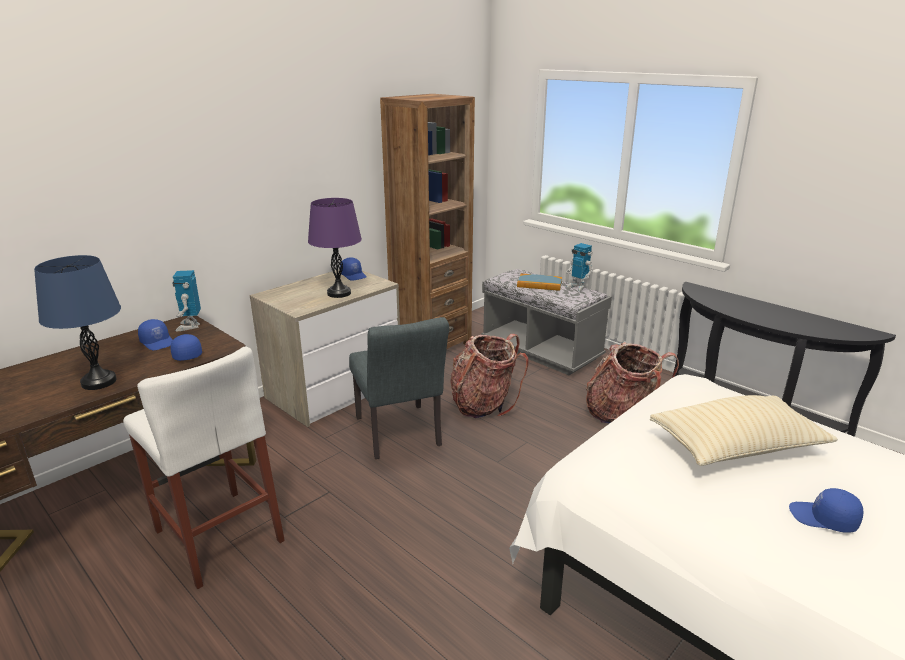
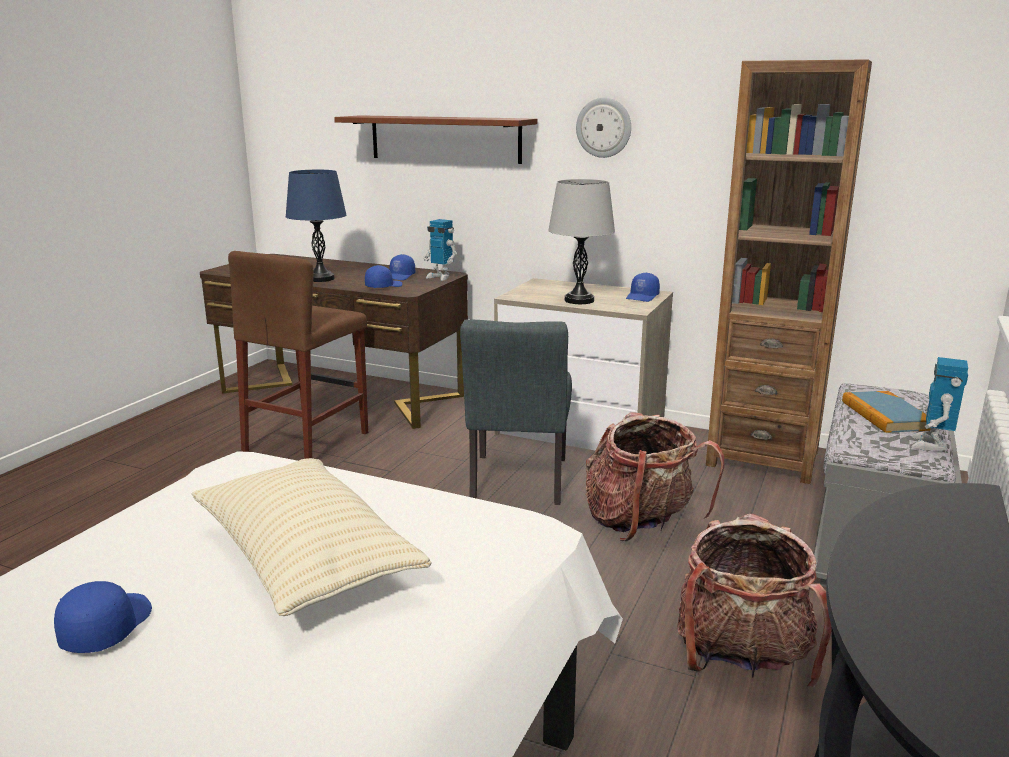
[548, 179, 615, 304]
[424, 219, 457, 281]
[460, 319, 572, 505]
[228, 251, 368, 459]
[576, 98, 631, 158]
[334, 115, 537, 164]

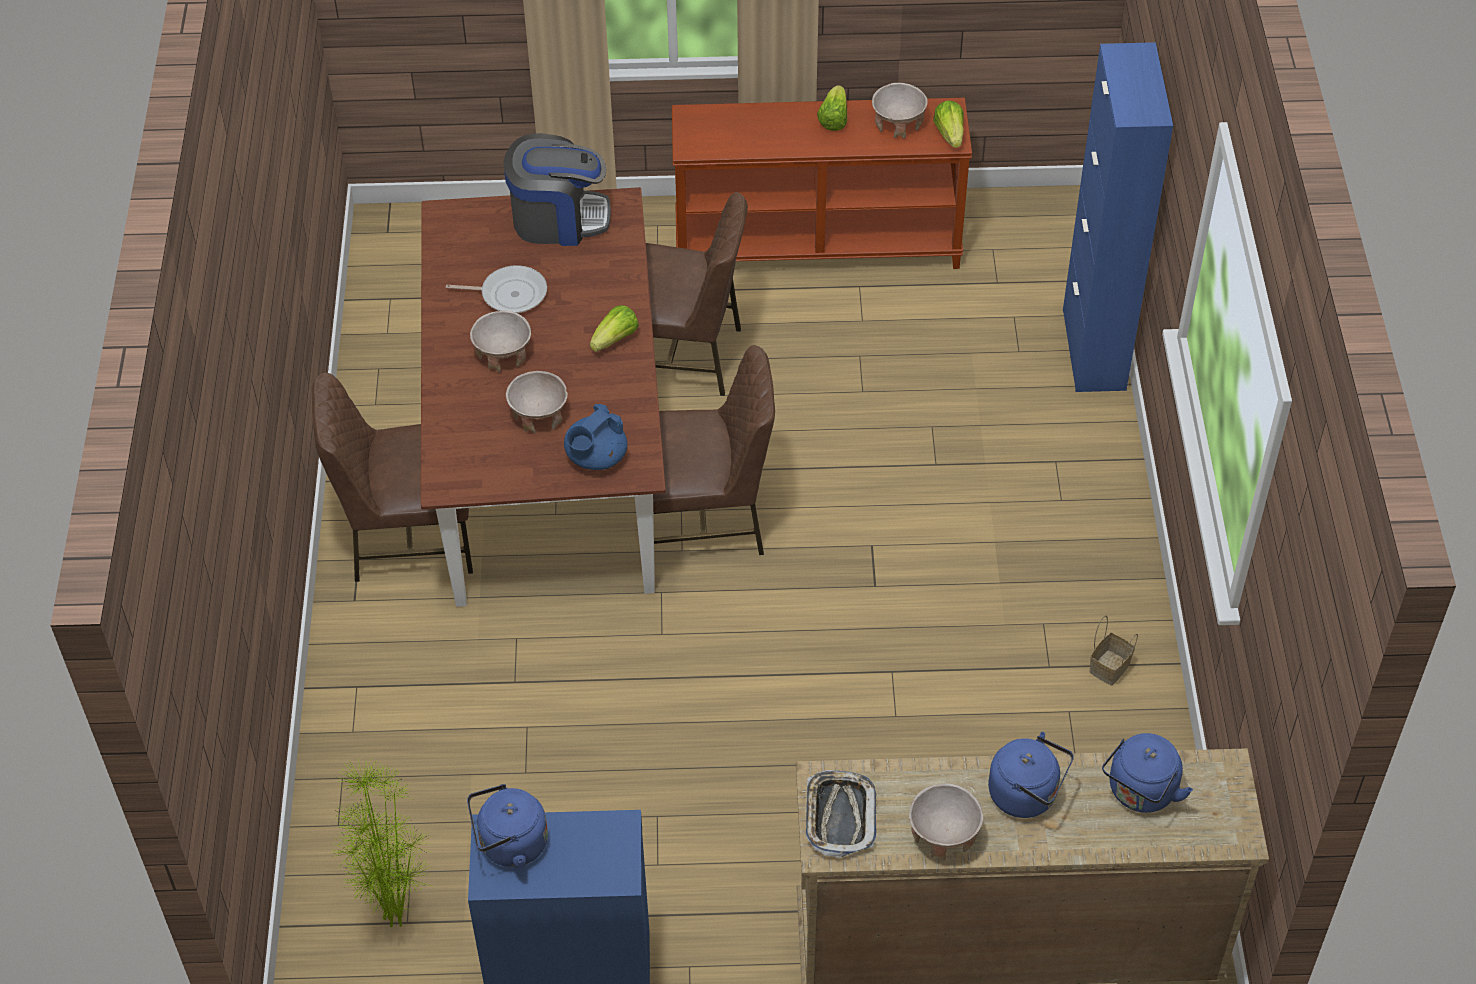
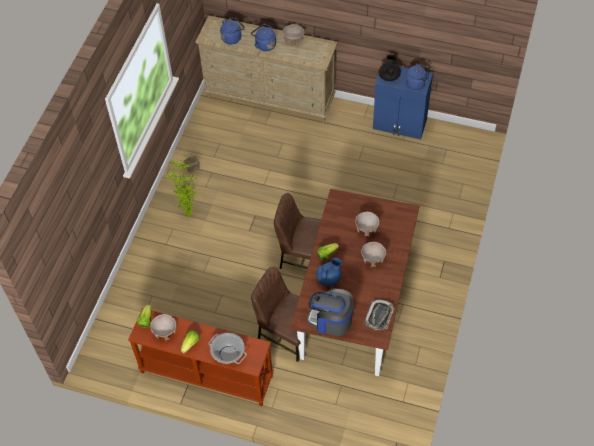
[1063, 42, 1173, 392] (first image)
[446, 265, 547, 313] (first image)
[312, 373, 473, 582] (first image)
[316, 258, 342, 286]
[167, 159, 199, 216]
[365, 299, 395, 330]
[379, 55, 401, 81]
[208, 333, 247, 364]

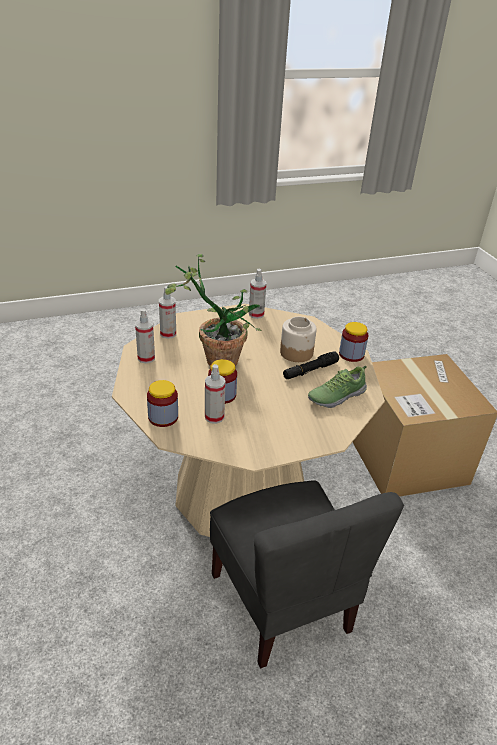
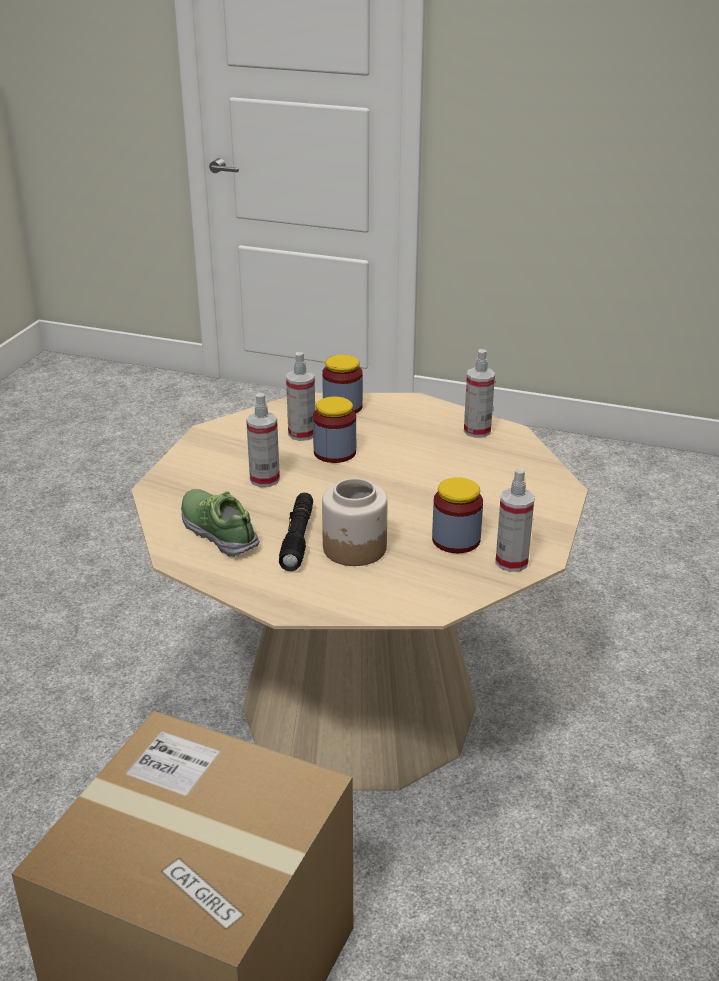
[165, 254, 261, 366] (first image)
[246, 393, 280, 487]
[432, 477, 483, 553]
[181, 489, 260, 557]
[210, 480, 404, 669] (first image)

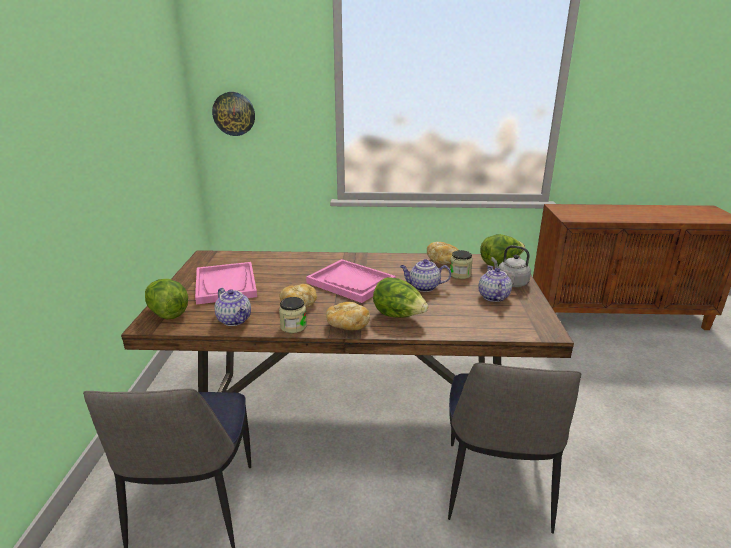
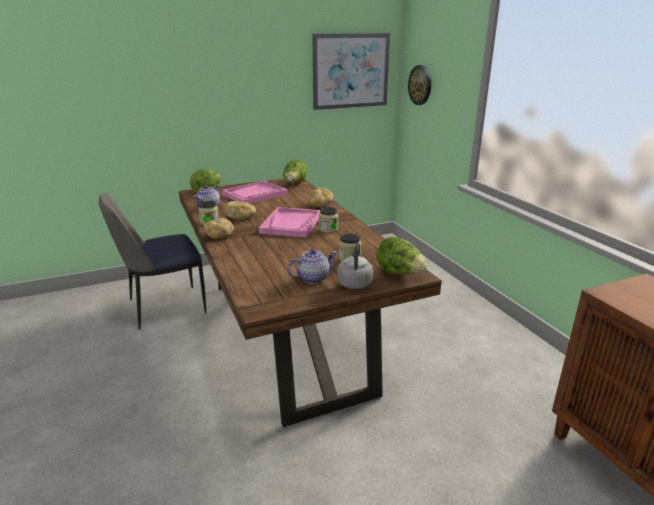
[308, 187, 334, 207]
[400, 259, 451, 292] (first image)
[283, 160, 307, 184]
[448, 363, 581, 534] (first image)
[312, 33, 390, 110]
[319, 207, 338, 233]

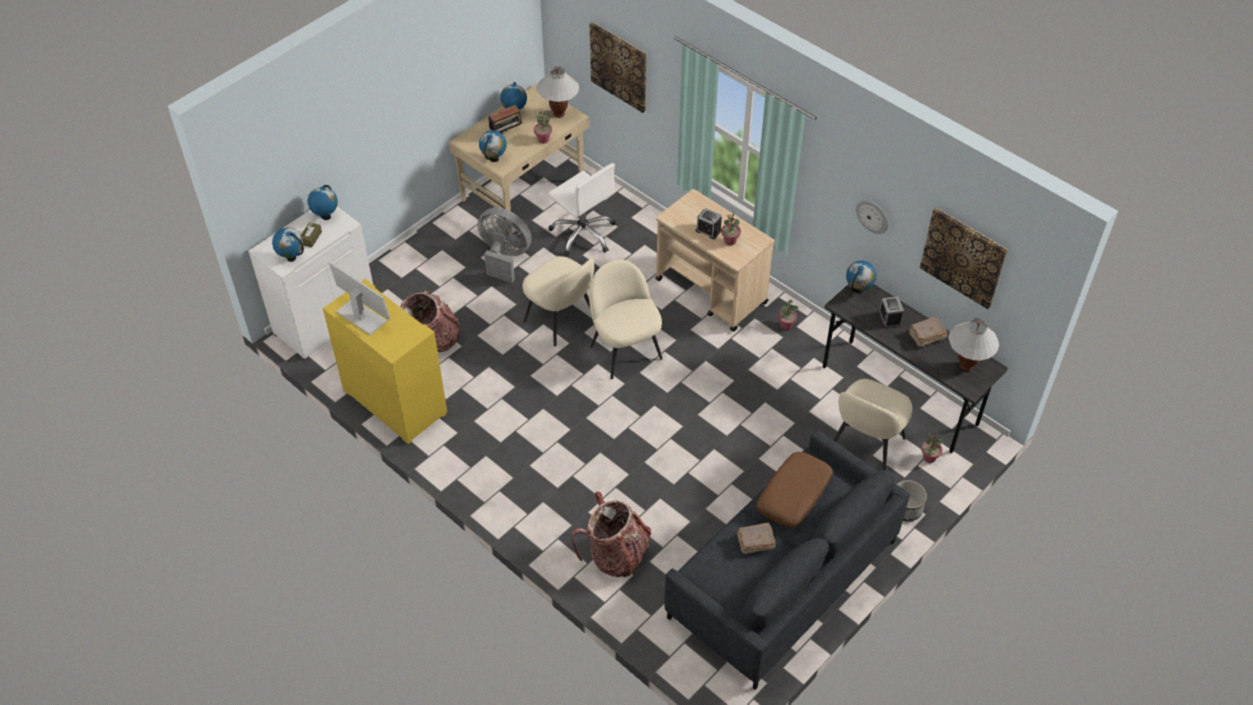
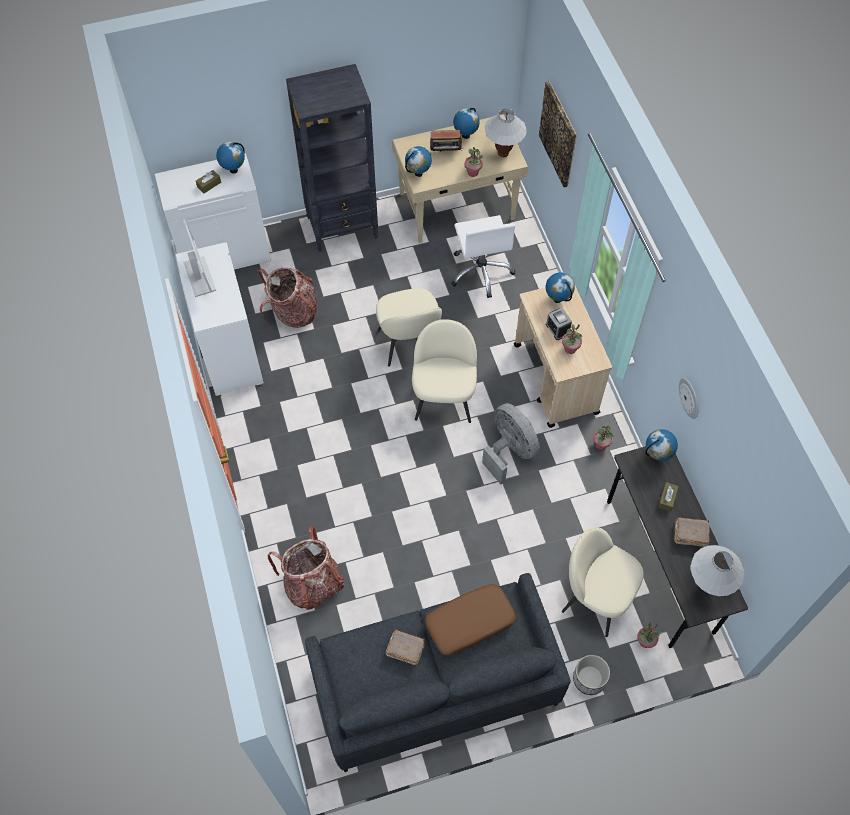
[482, 403, 540, 485]
[920, 208, 1008, 309] (first image)
[546, 272, 575, 303]
[176, 242, 264, 397]
[658, 482, 679, 512]
[562, 527, 644, 637]
[286, 64, 378, 252]

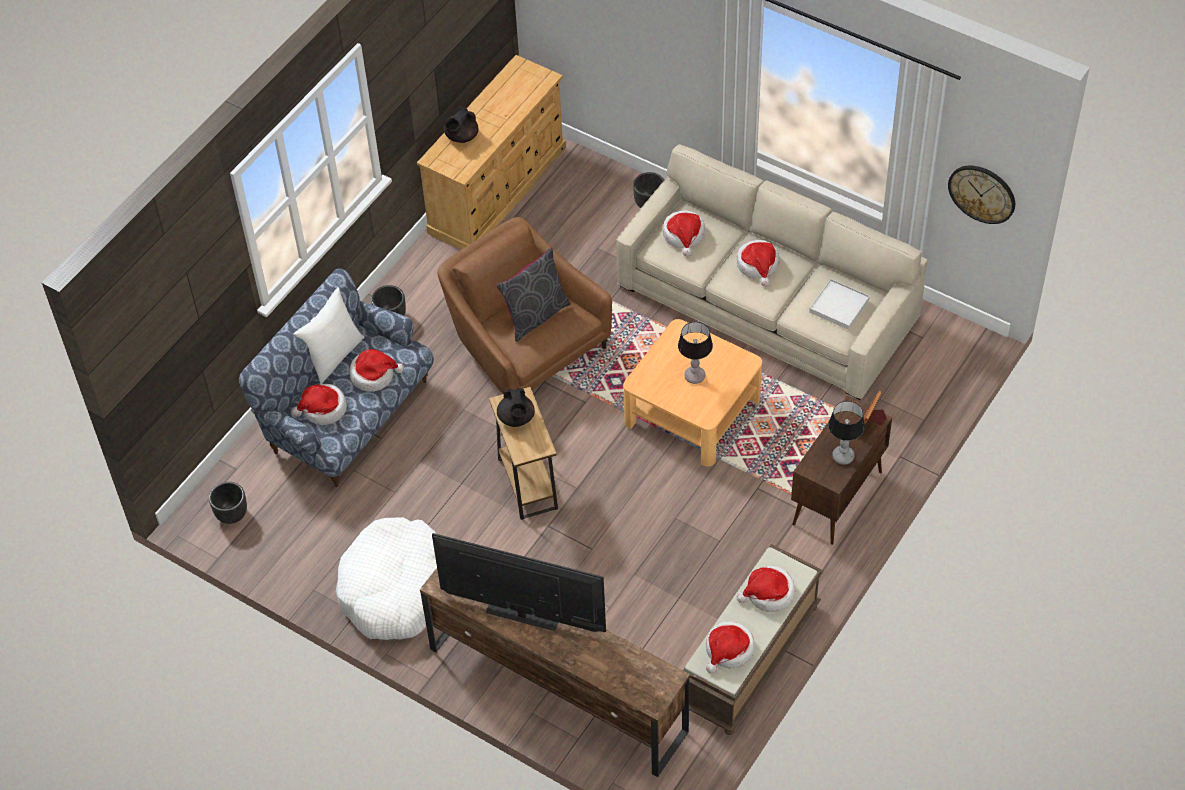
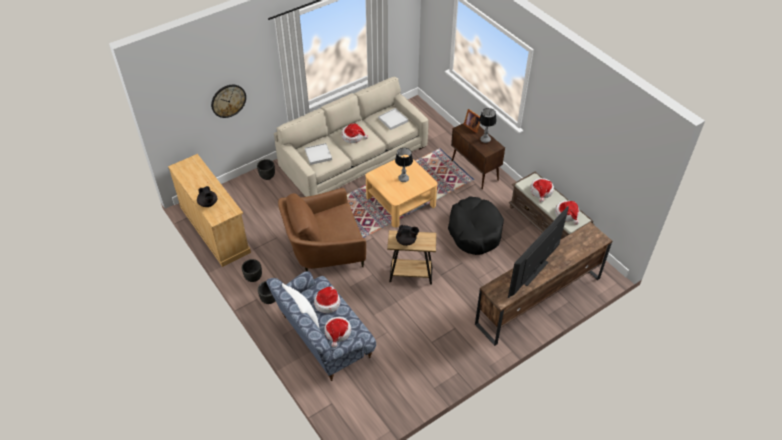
[211, 85, 246, 118]
[305, 143, 332, 165]
[496, 247, 570, 342] (first image)
[242, 259, 262, 282]
[336, 517, 437, 640] (first image)
[448, 196, 504, 255]

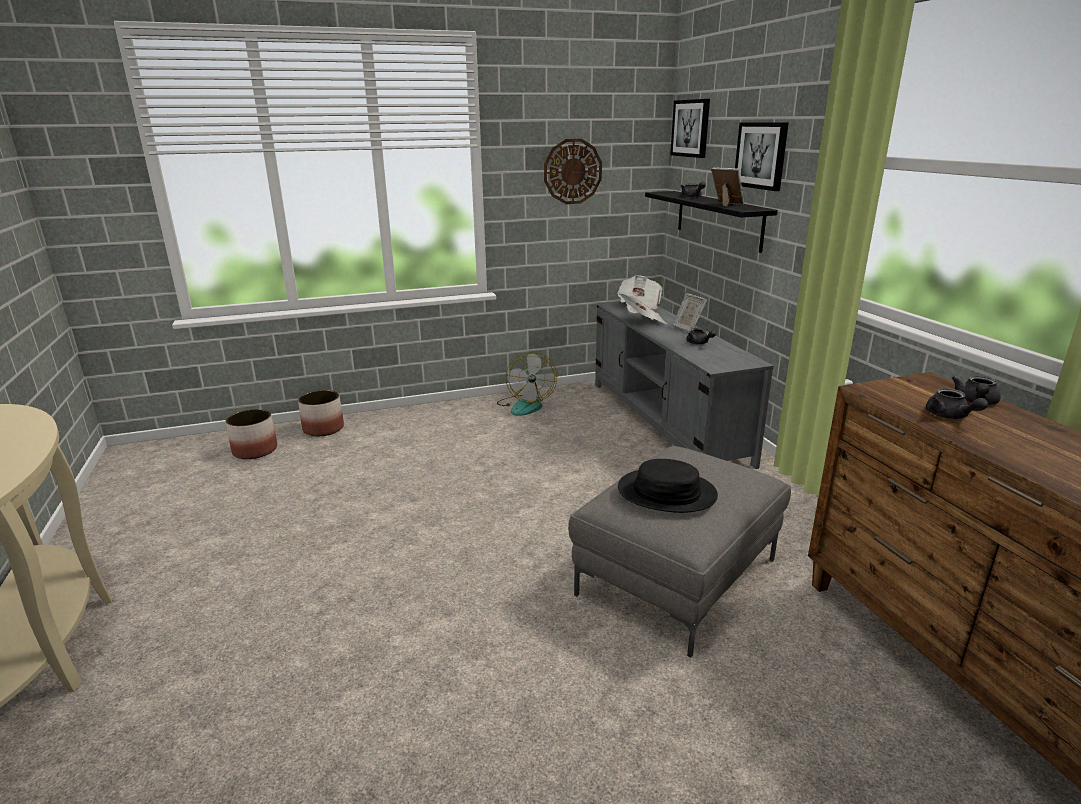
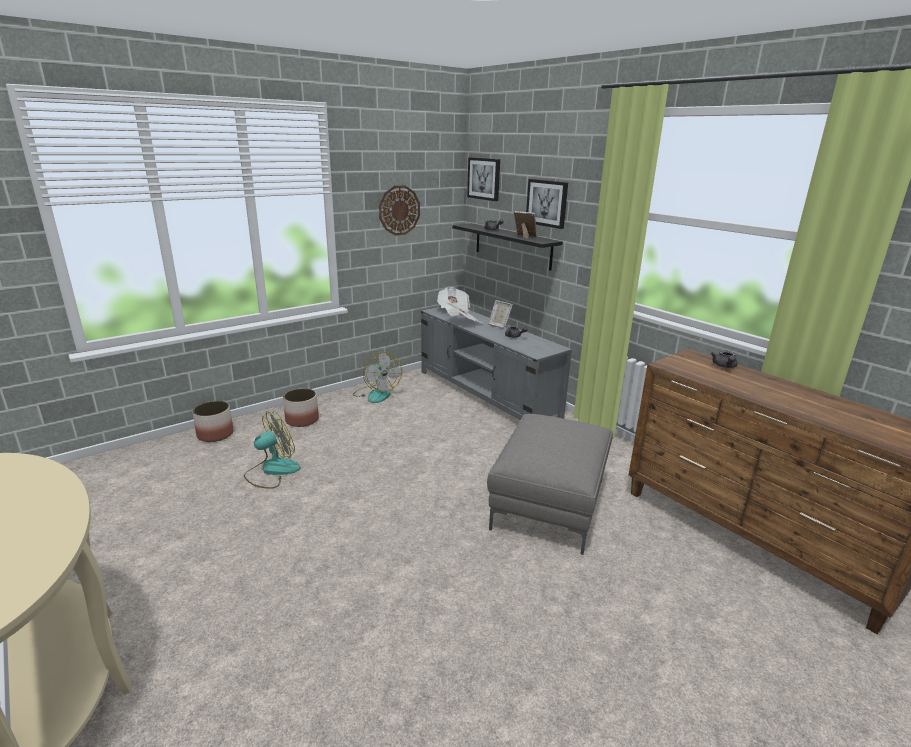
[926, 388, 988, 419] (first image)
[283, 388, 319, 427]
[618, 459, 718, 513] (first image)
[244, 411, 301, 489]

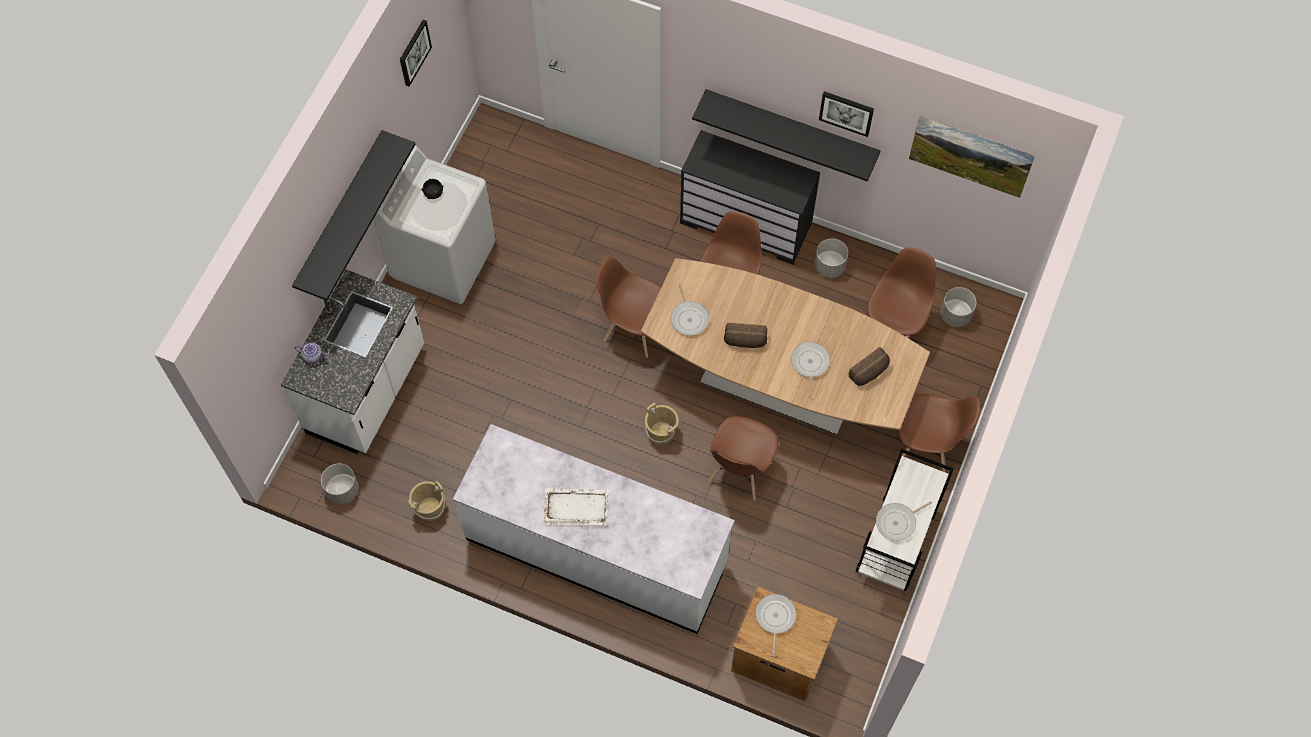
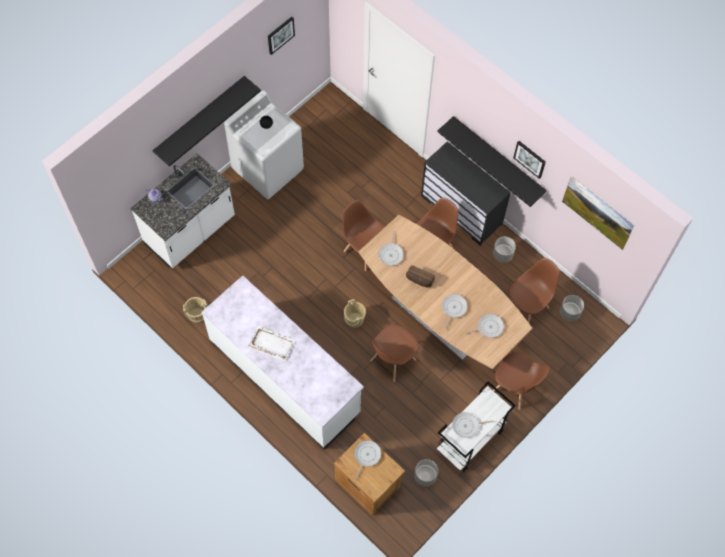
[465, 314, 504, 338]
[414, 459, 438, 486]

